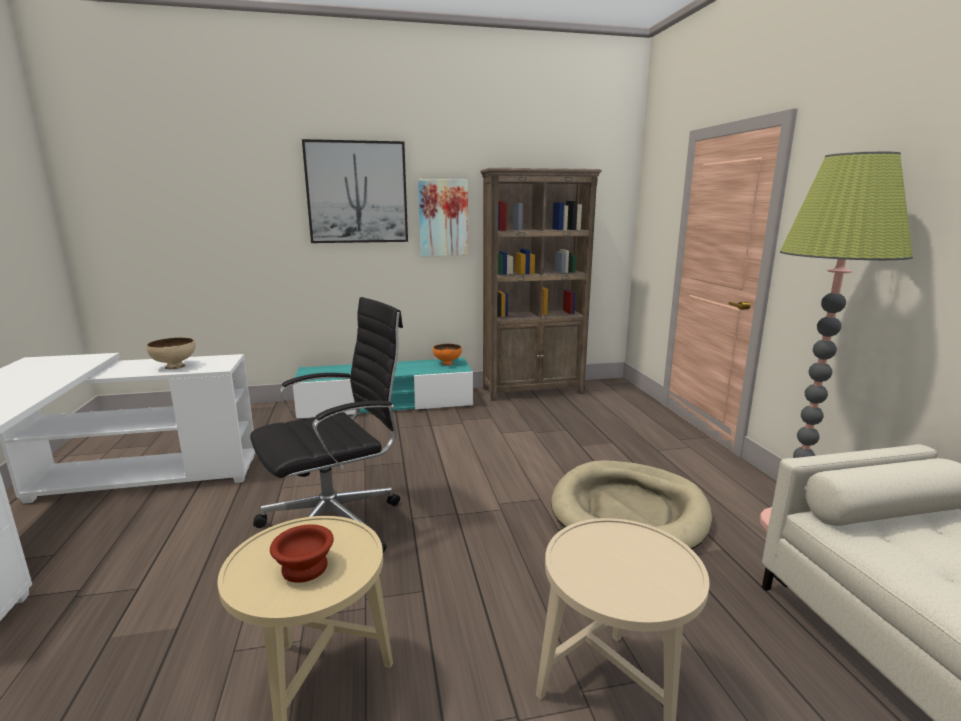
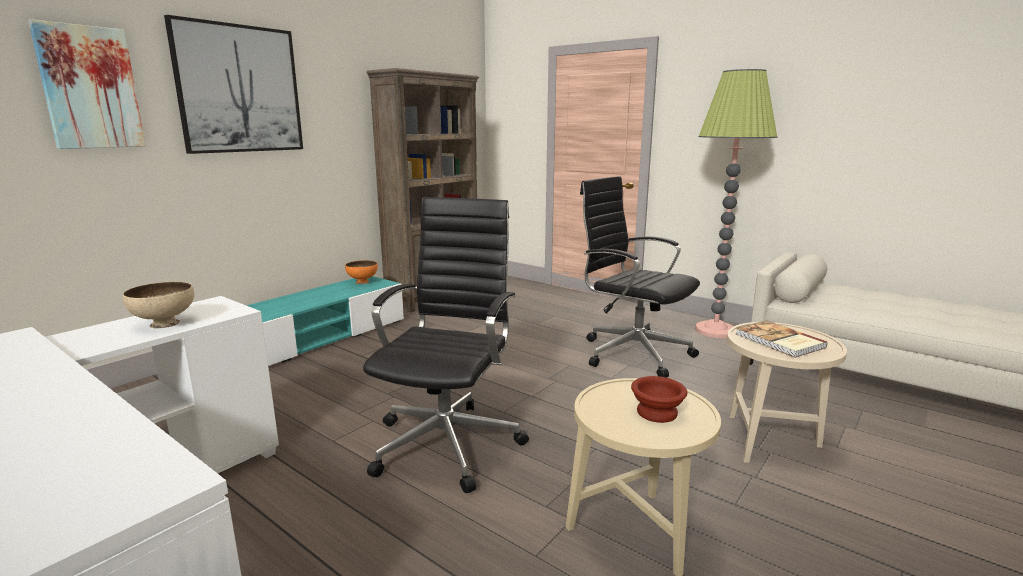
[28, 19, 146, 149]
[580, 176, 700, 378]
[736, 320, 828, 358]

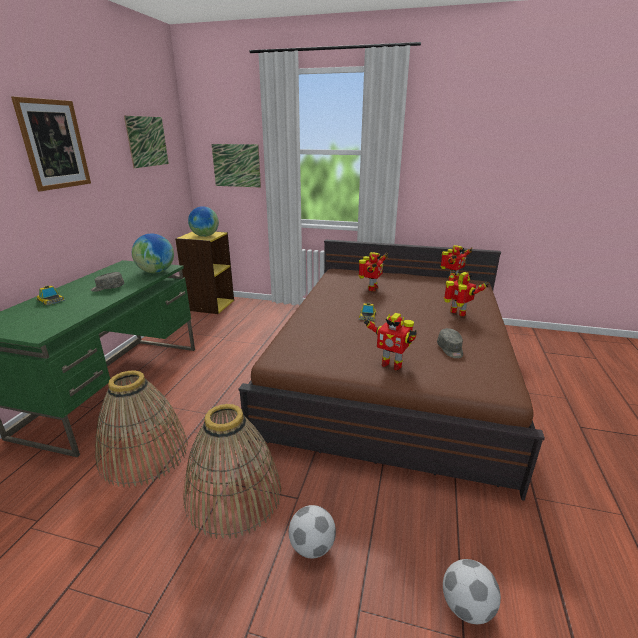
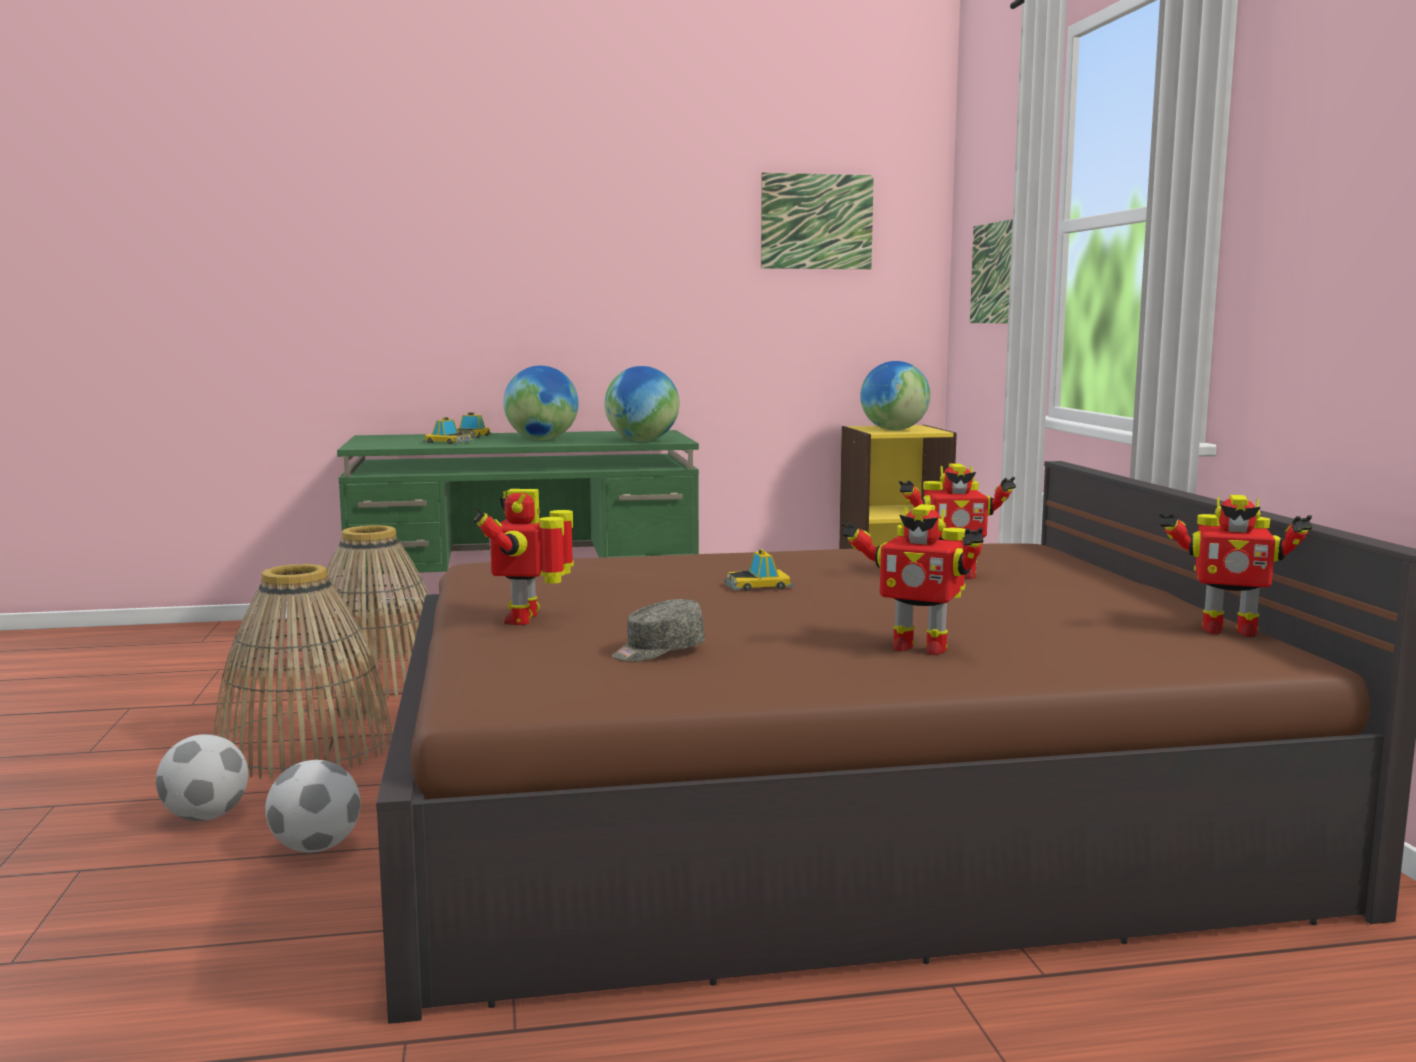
[11, 96, 91, 191] (first image)
[841, 504, 983, 655]
[504, 366, 578, 440]
[265, 760, 361, 852]
[423, 417, 474, 444]

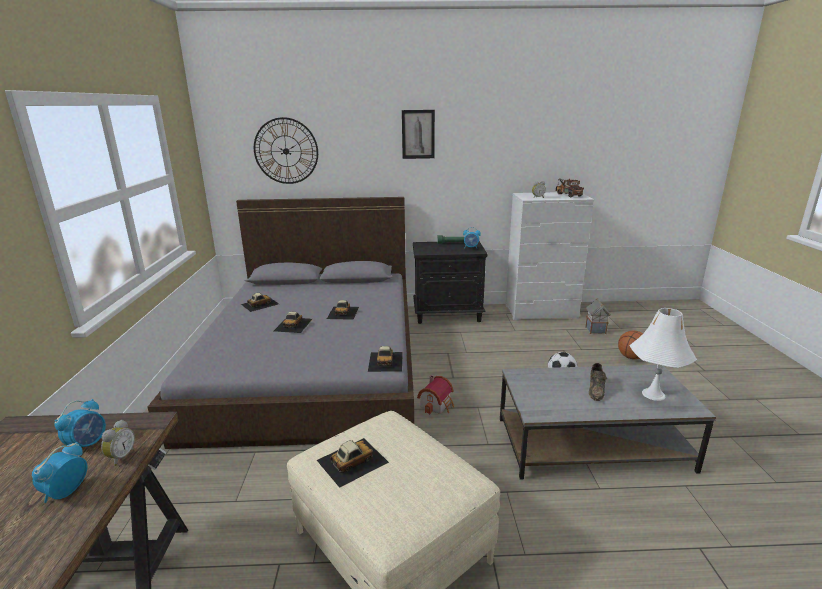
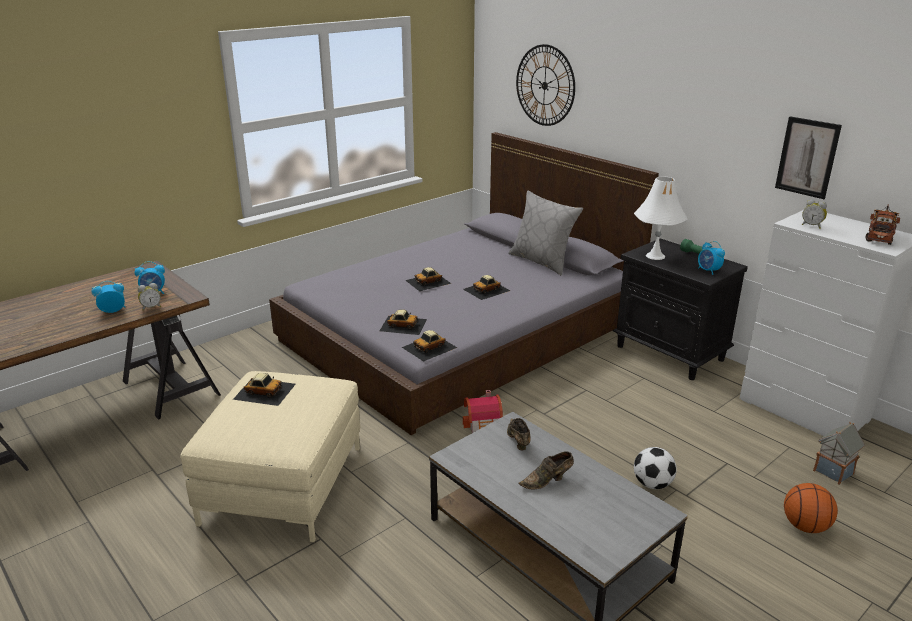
[775, 116, 842, 199]
[379, 309, 427, 335]
[634, 176, 688, 260]
[508, 191, 583, 276]
[507, 418, 531, 451]

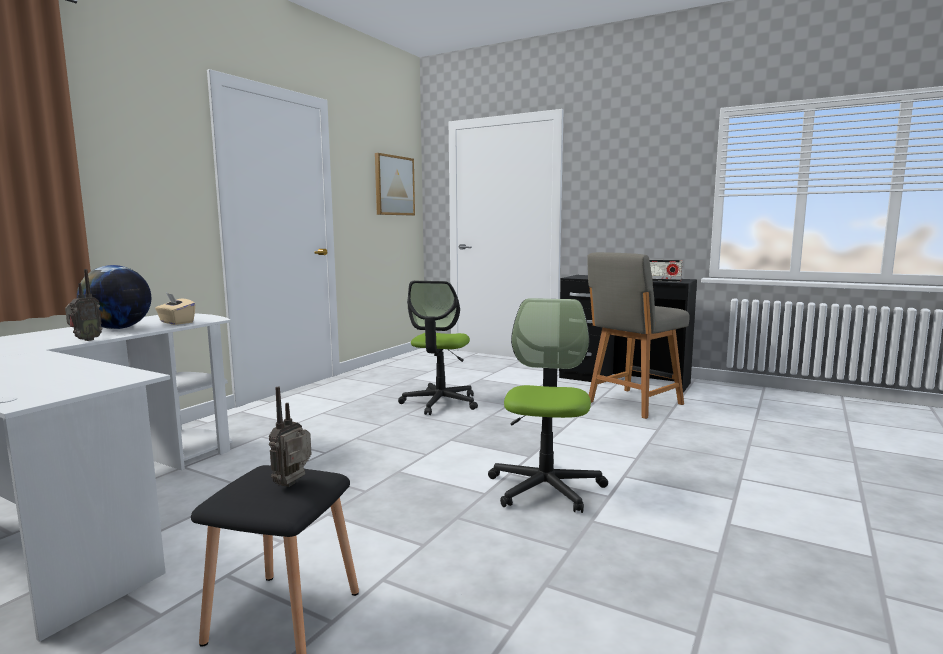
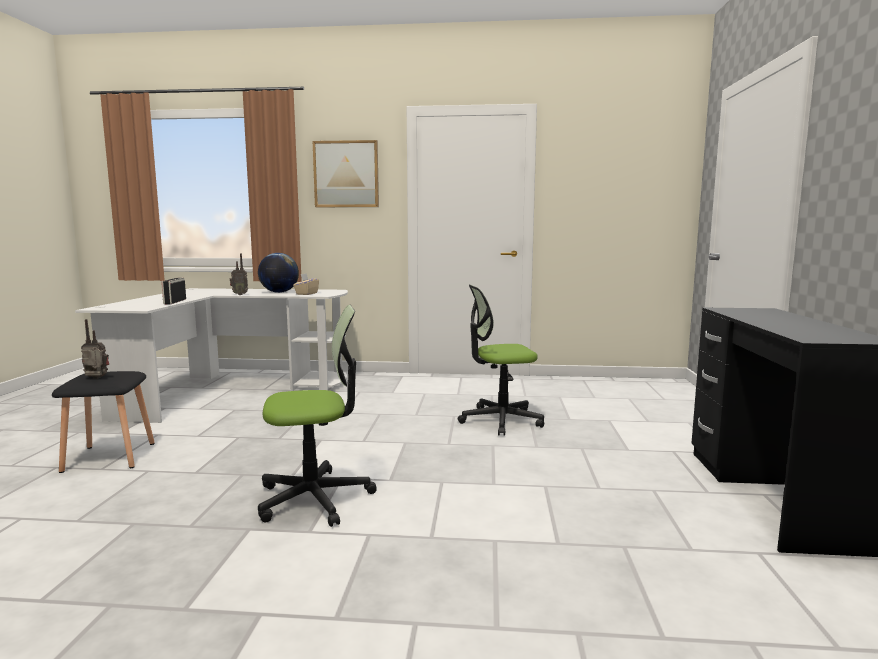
[313, 140, 379, 207]
[587, 252, 690, 419] (first image)
[161, 278, 186, 304]

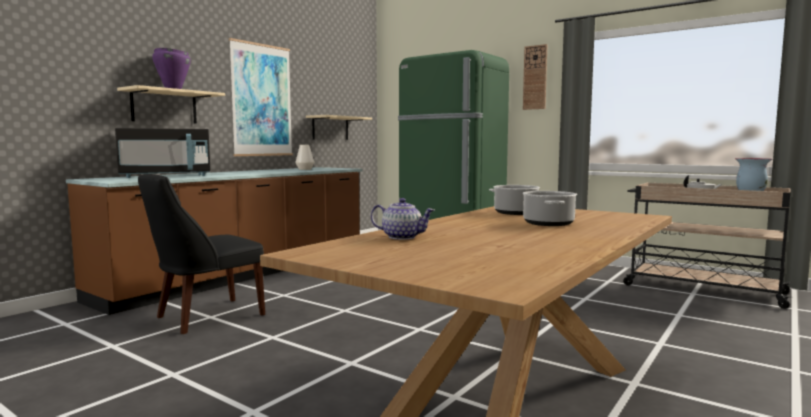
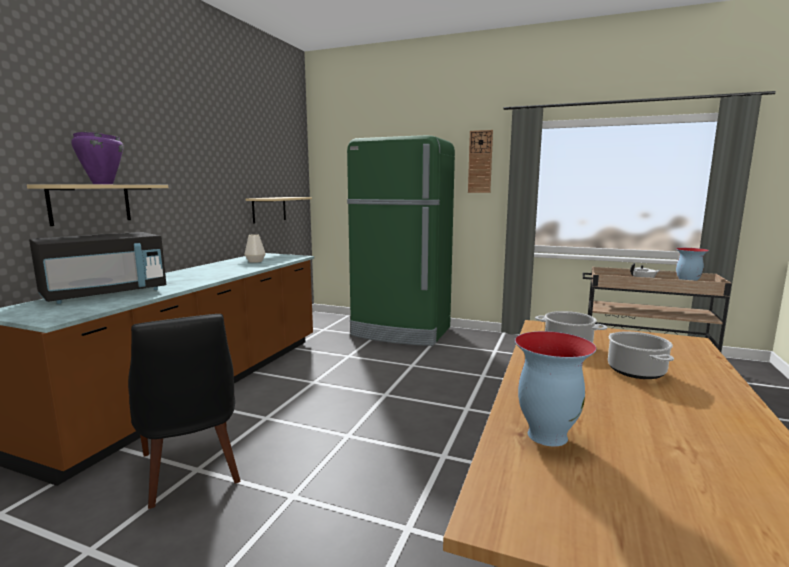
[229, 38, 293, 156] (first image)
[128, 314, 241, 509]
[515, 331, 596, 446]

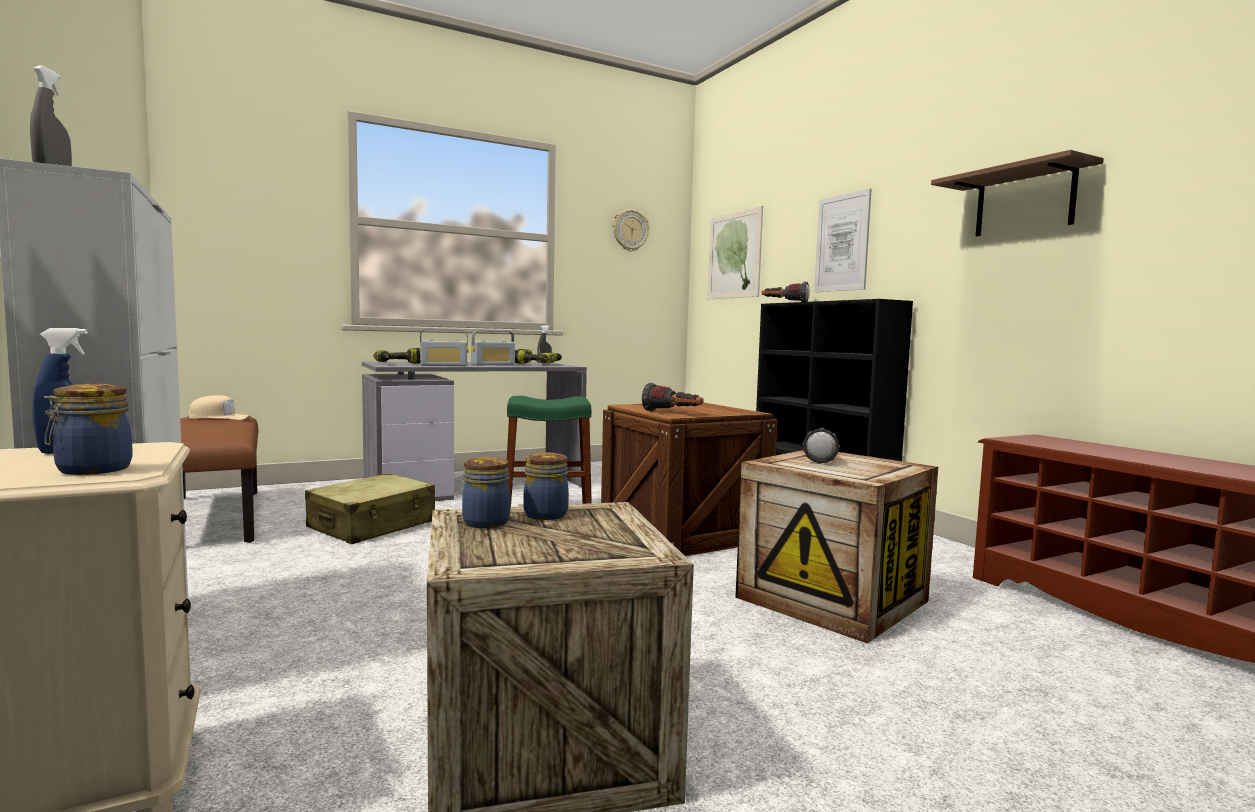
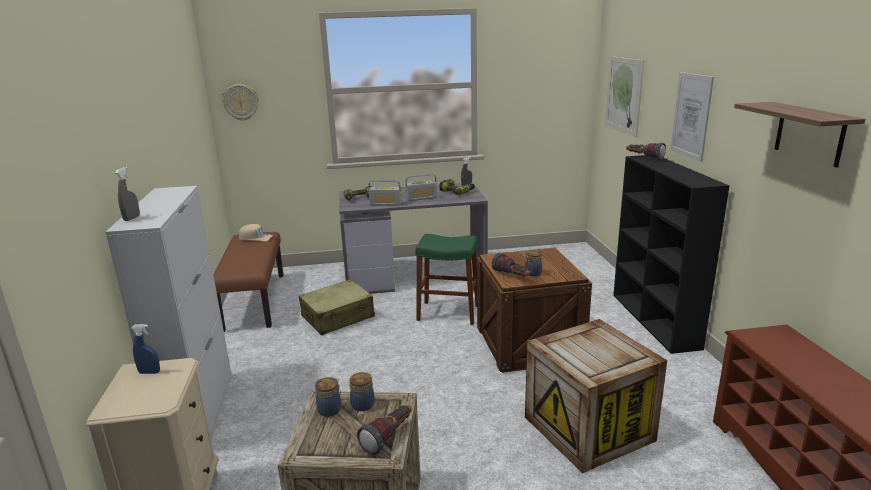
[222, 84, 259, 121]
[525, 250, 542, 276]
[357, 405, 412, 455]

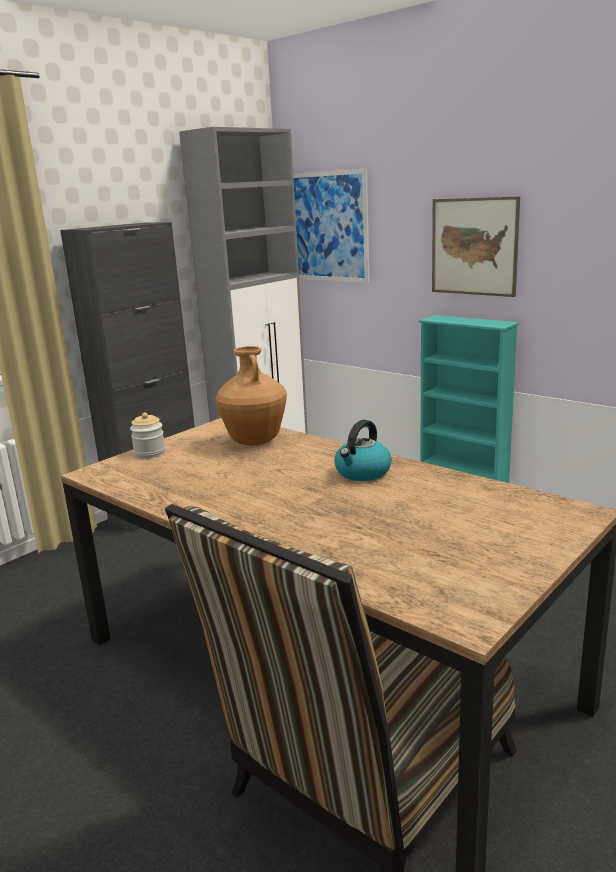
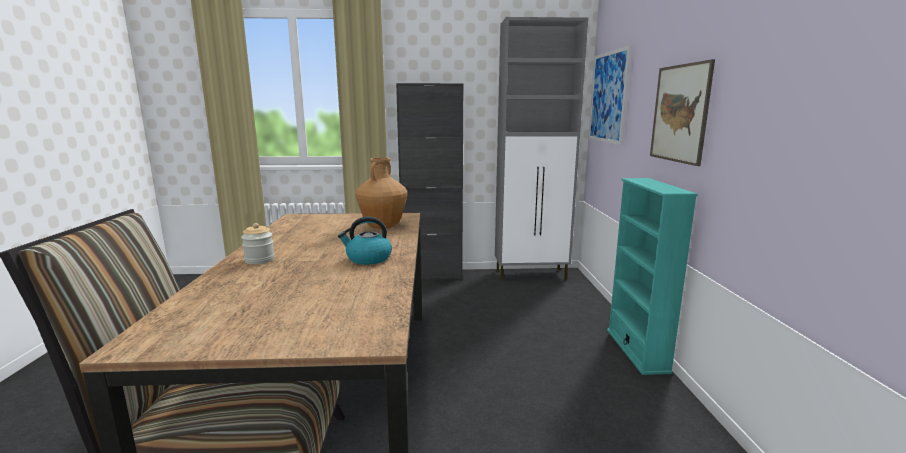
[241, 223, 275, 264]

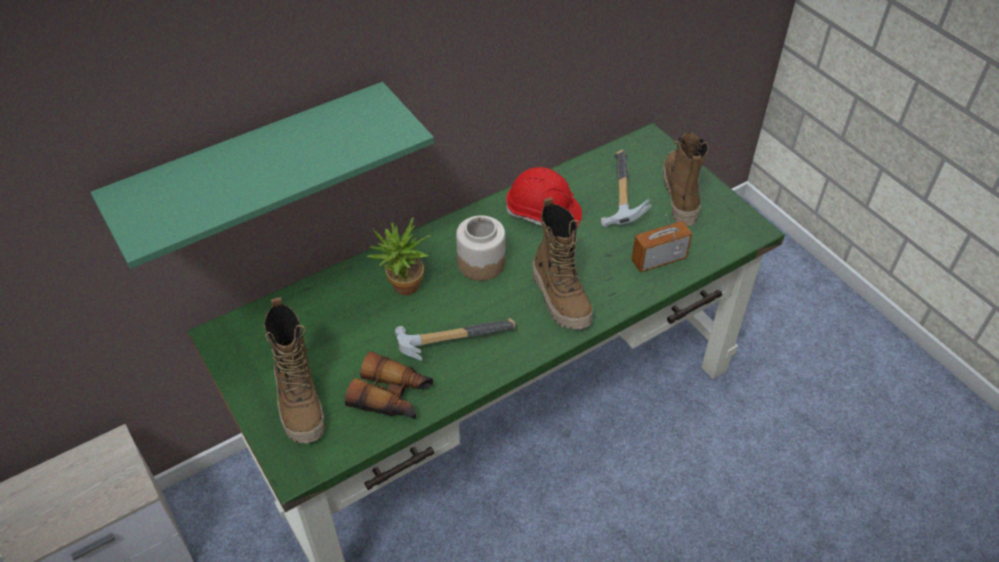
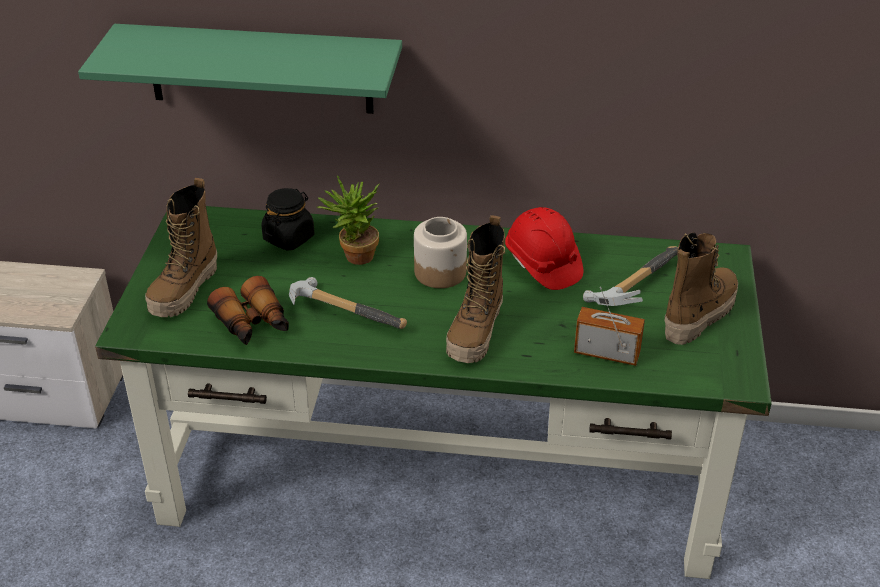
[261, 188, 314, 251]

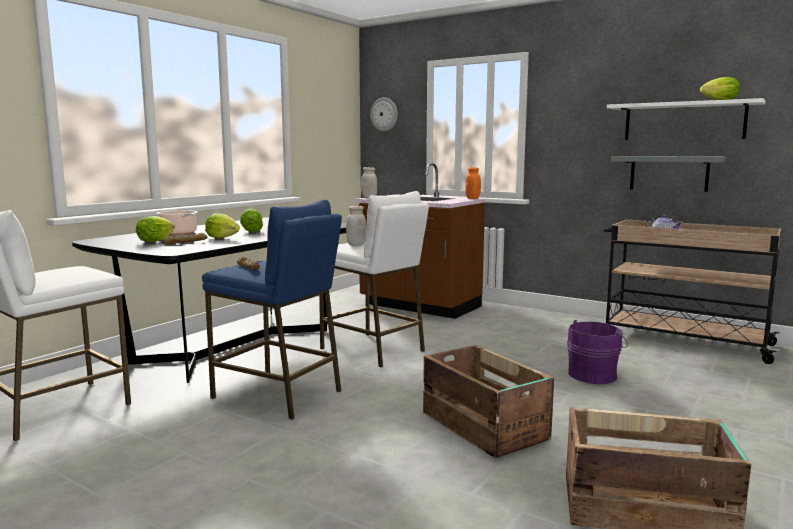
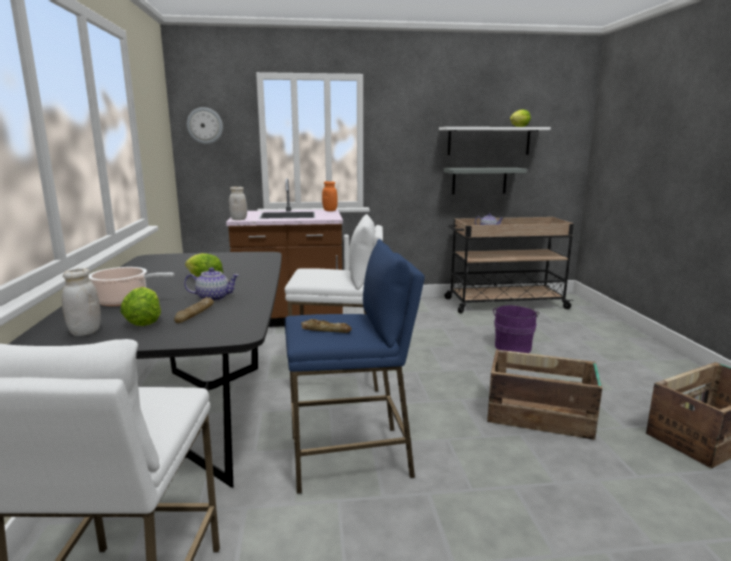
[62, 268, 101, 336]
[184, 267, 239, 301]

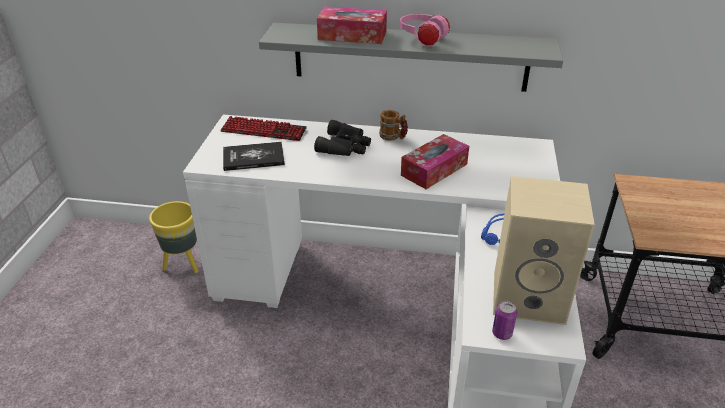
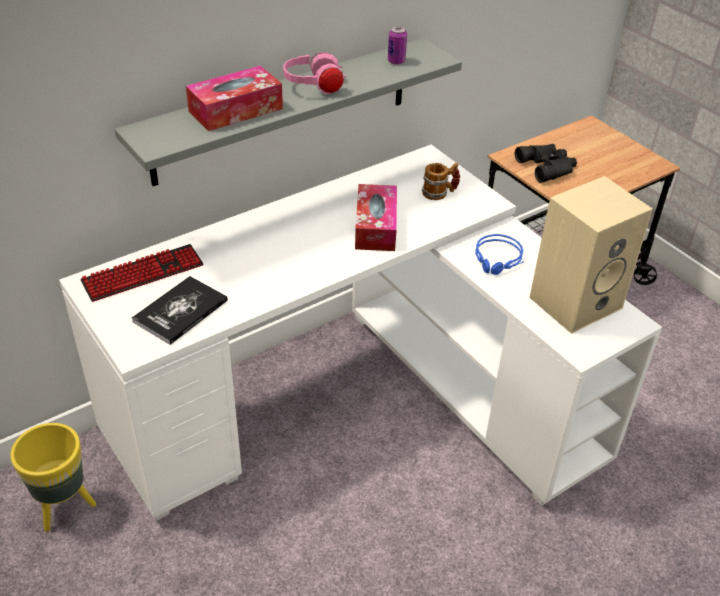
[422, 163, 460, 200]
[515, 144, 577, 183]
[388, 26, 407, 65]

